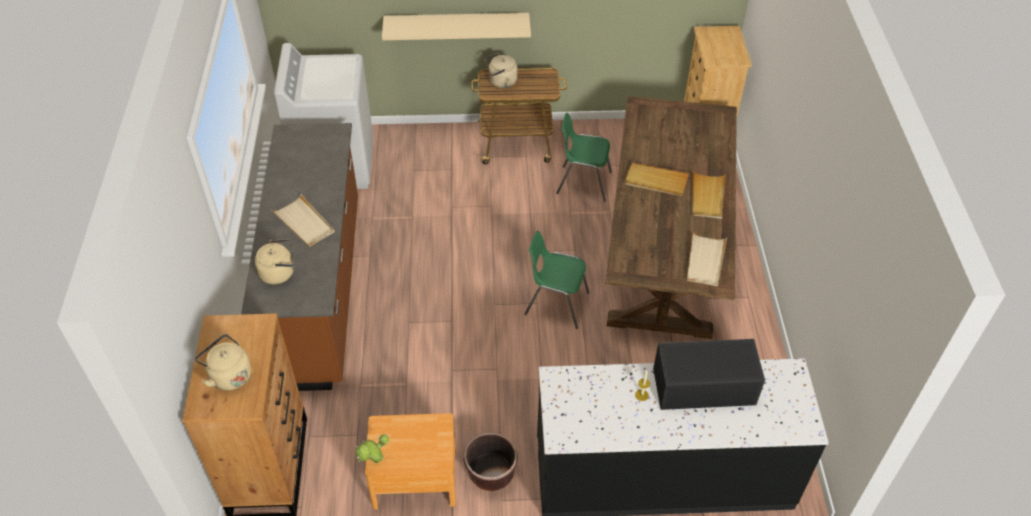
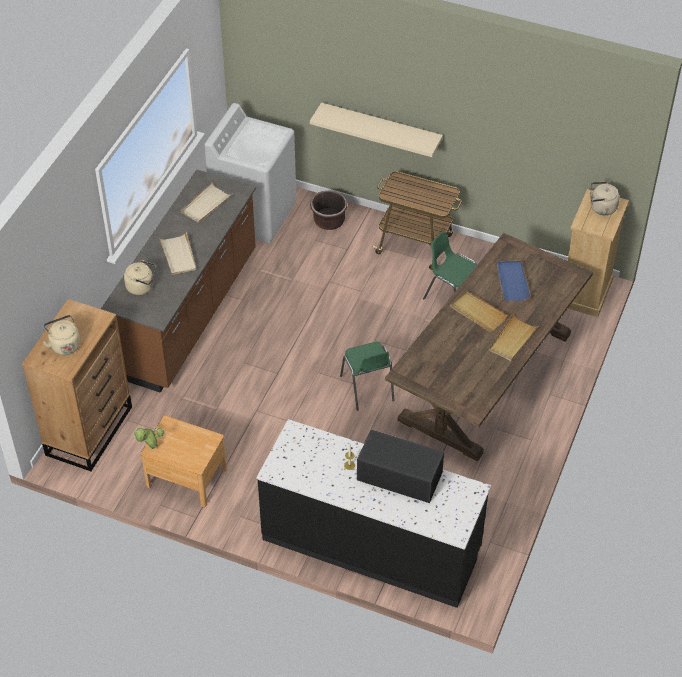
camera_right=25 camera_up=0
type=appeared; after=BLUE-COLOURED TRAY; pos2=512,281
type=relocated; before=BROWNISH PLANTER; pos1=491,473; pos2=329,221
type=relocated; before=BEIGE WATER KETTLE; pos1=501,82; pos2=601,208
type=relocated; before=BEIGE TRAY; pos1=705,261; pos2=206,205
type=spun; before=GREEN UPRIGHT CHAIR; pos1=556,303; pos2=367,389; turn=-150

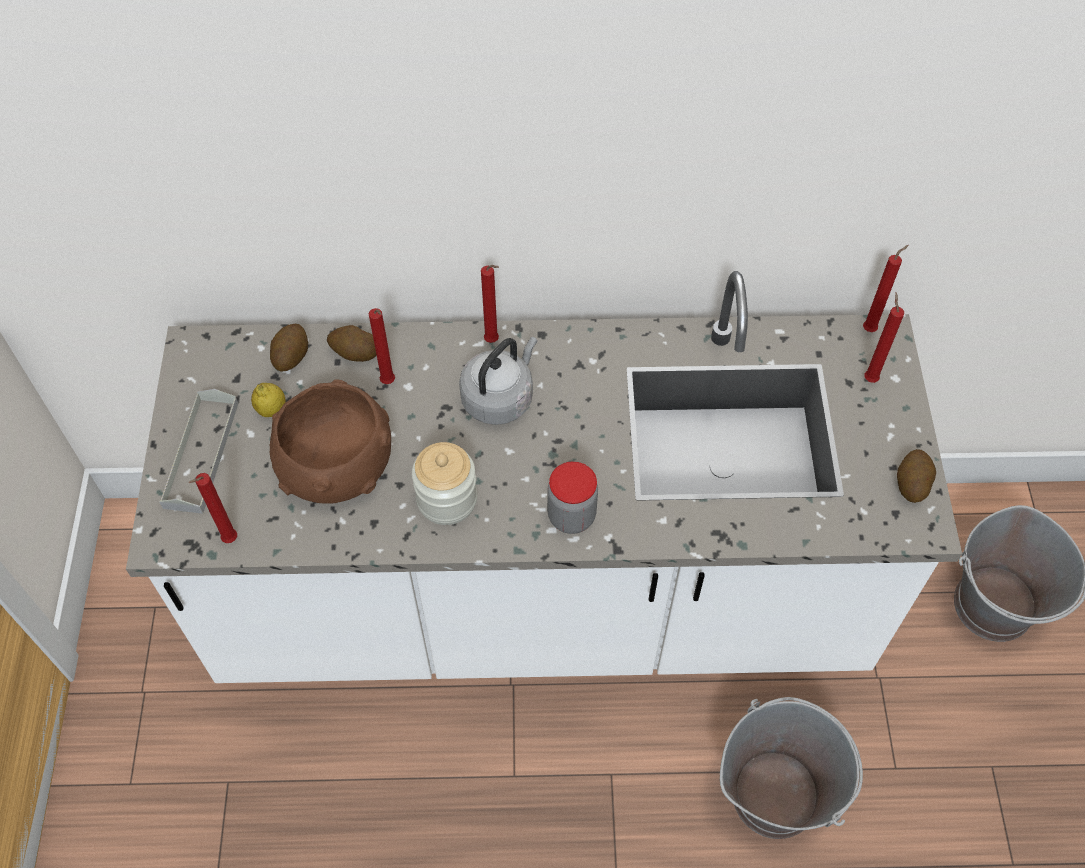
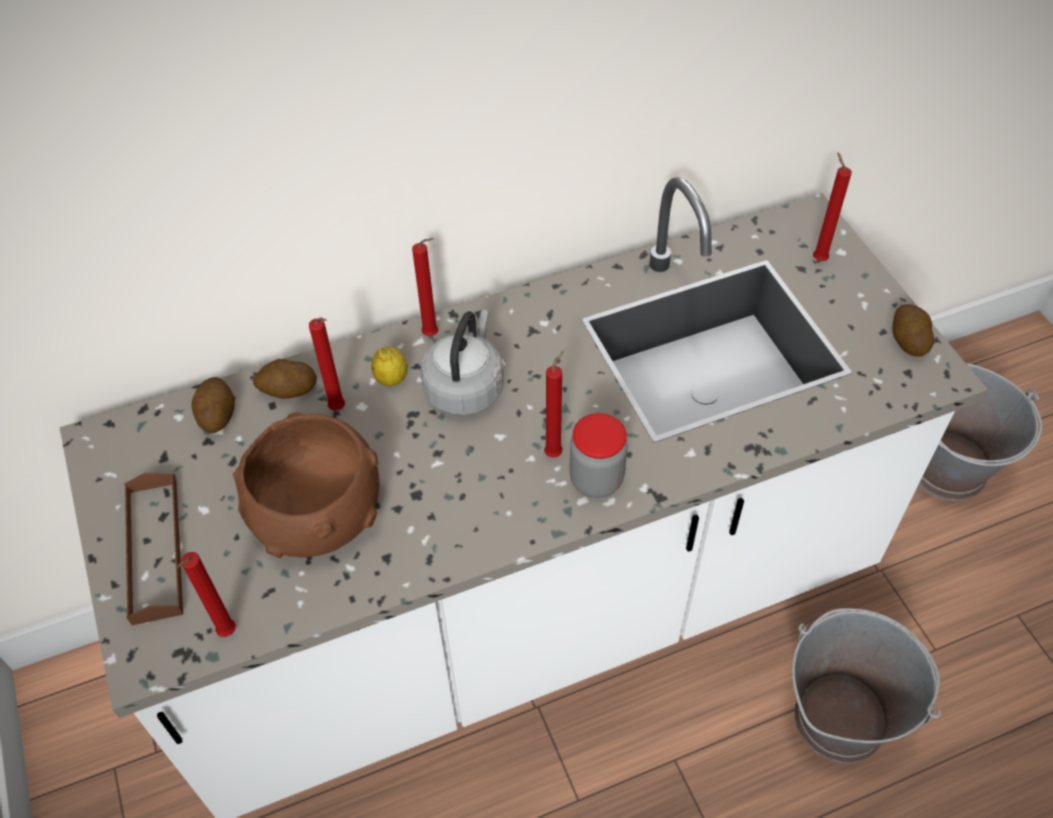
camera_right=-20 camera_up=-5
type=missing; before=PRESERVE JAR; pos1=447,499
type=relocated; before=LEMON; pos1=272,410; pos2=391,379
type=relocated; before=REDDISH WAX CANDLE; pos1=871,329; pos2=555,452
type=colour; before=GREYISH TRAY; after=BROWNISH TRAY; pos1=201,454; pos2=155,550

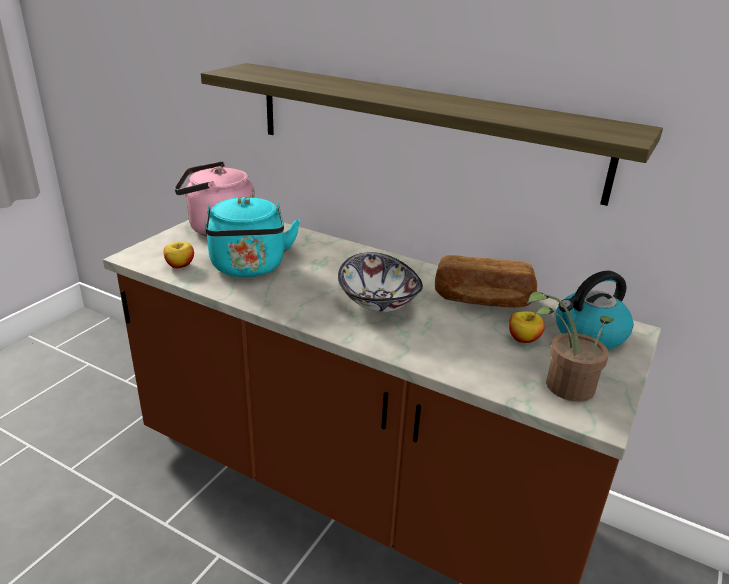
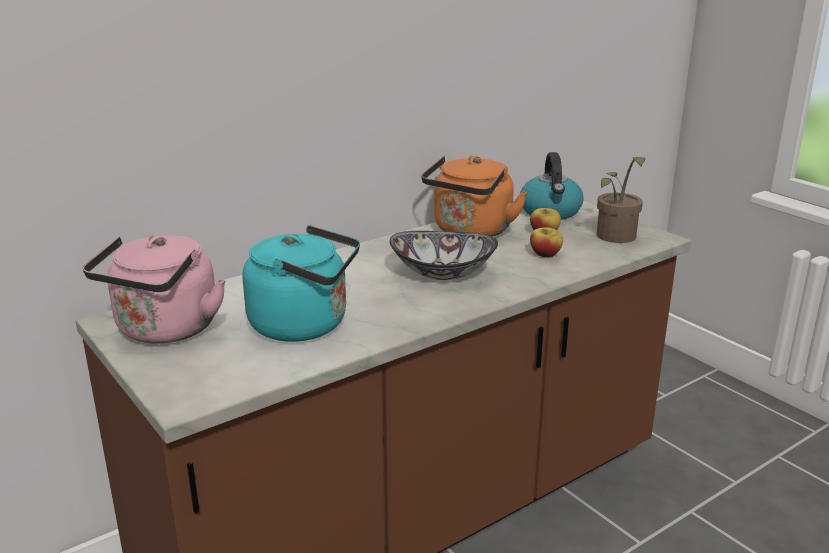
camera_right=-65 camera_up=-5
type=missing; before=BRACKET SHELF; pos1=420,128
type=relocated; before=APPLE; pos1=180,265; pos2=545,254
type=exchanged; before=BREAD; after=ORANGE-COLOURED WATER KETTLE; pos1=482,299; pos2=471,232

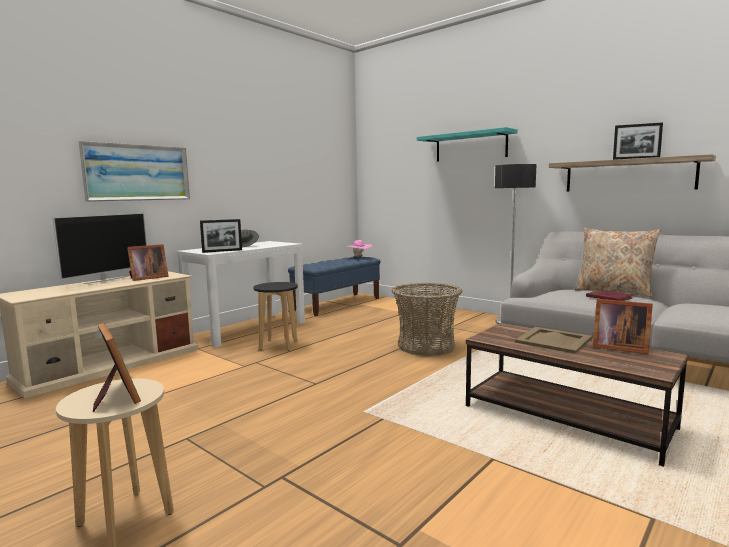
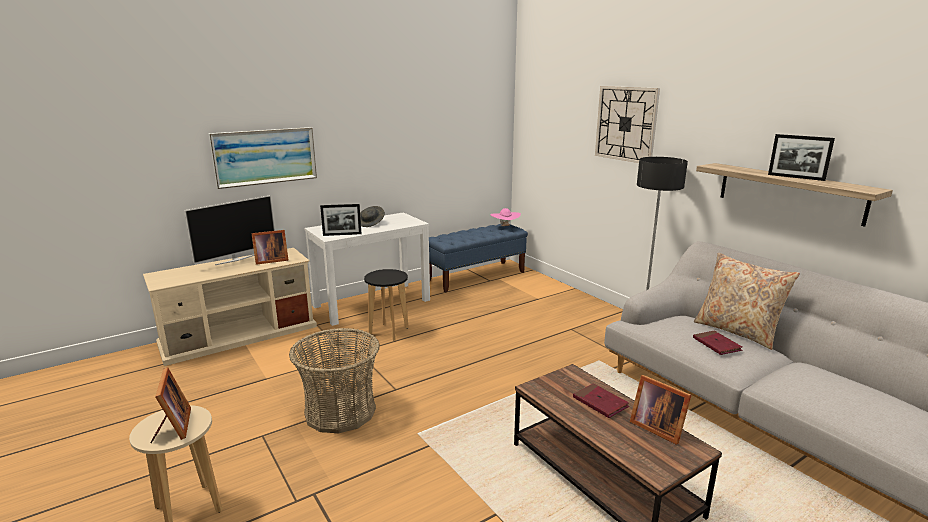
camera_right=15 camera_up=10
type=relocated; before=STORAGE BASKET; pos1=426,346; pos2=340,411
type=exchanged; before=BLUE-GREEN BRACKET SHELF; after=HANGING CLOCK; pos1=470,146; pos2=626,124
type=exchanged; before=BEIGE TRAY; after=REDDISH BOOK; pos1=553,340; pos2=600,403

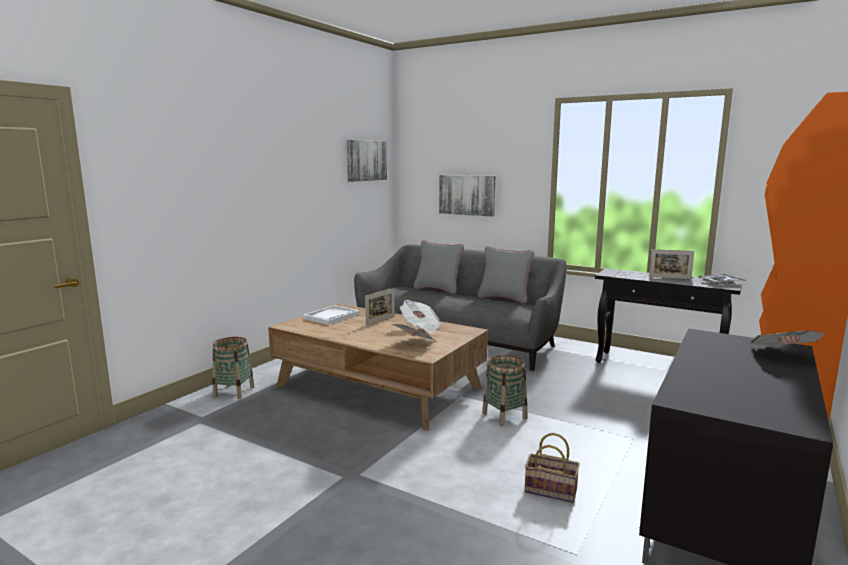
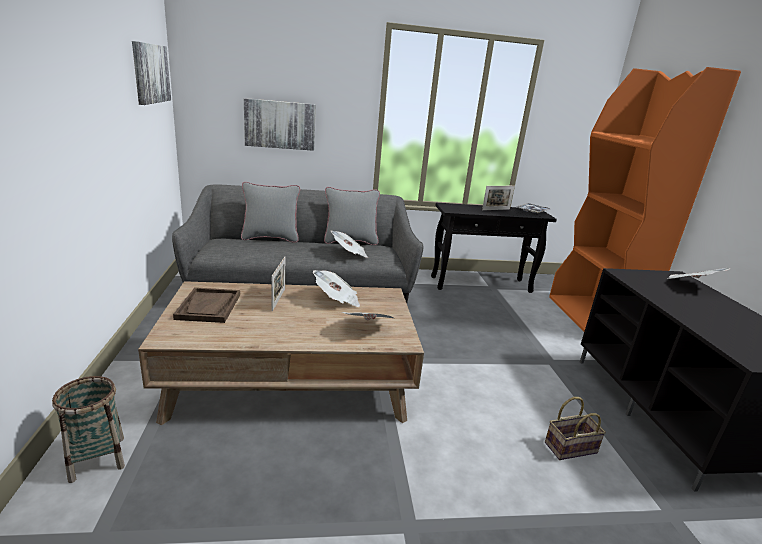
camera_right=-40 camera_up=10
type=missing; before=STORAGE BASKET; pos1=504,416
type=appeared; after=DAILY PAPER; pos2=349,254
type=colour; before=WHITISH TRAY; after=BROWNISH TRAY; pos1=332,316; pos2=209,307

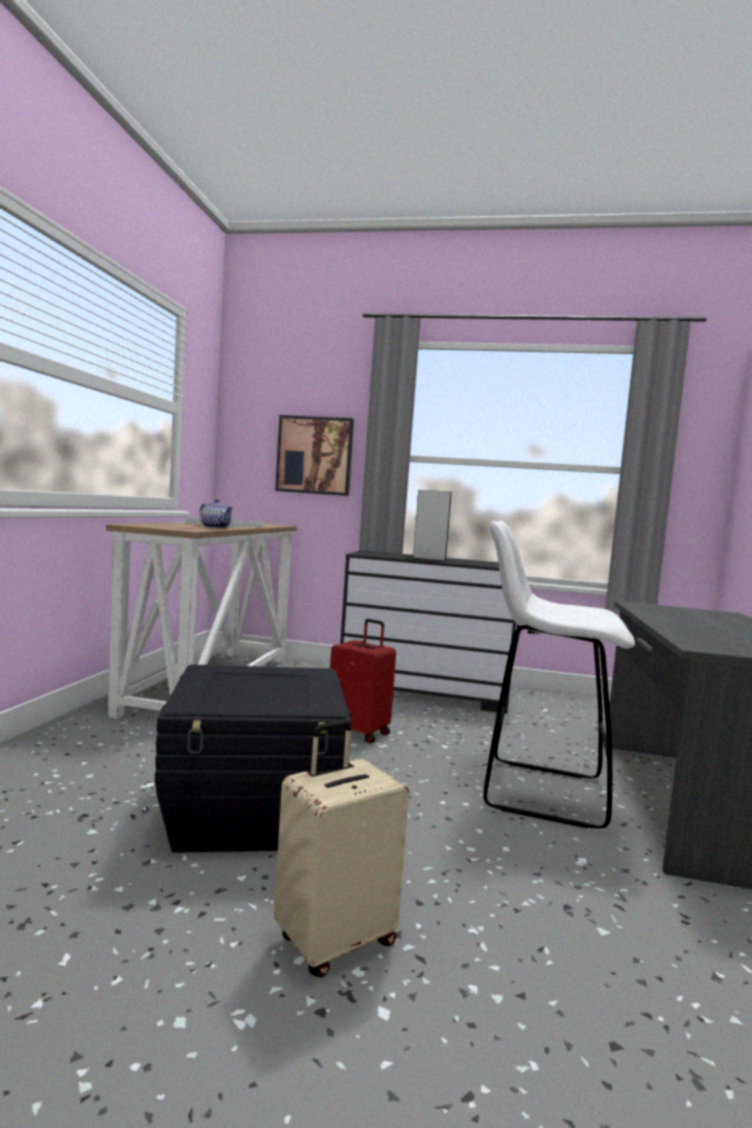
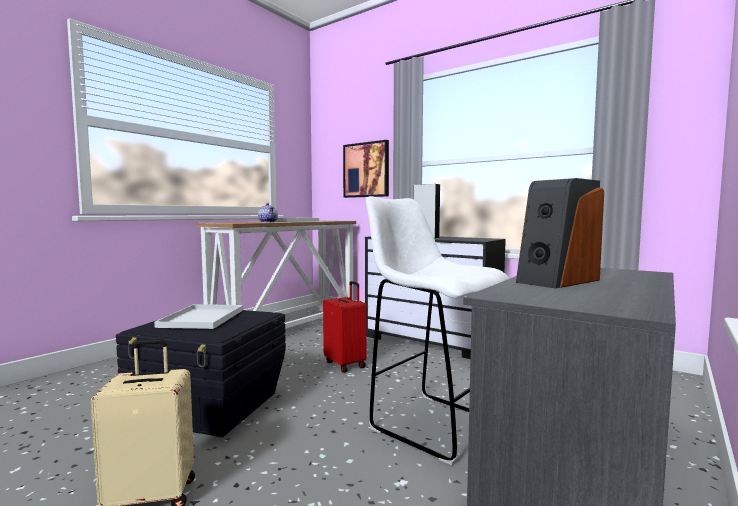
camera_right=25 camera_up=0
type=appeared; after=WHITISH TRAY; pos2=202,317
type=appeared; after=LOUDSPEAKER; pos2=556,281

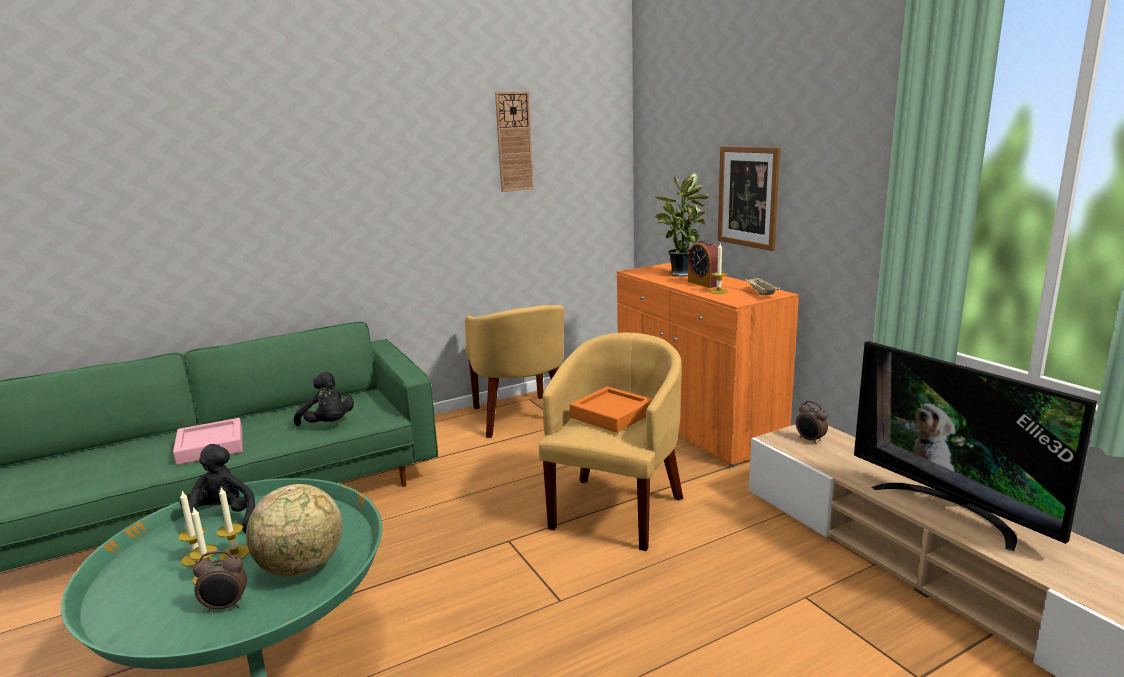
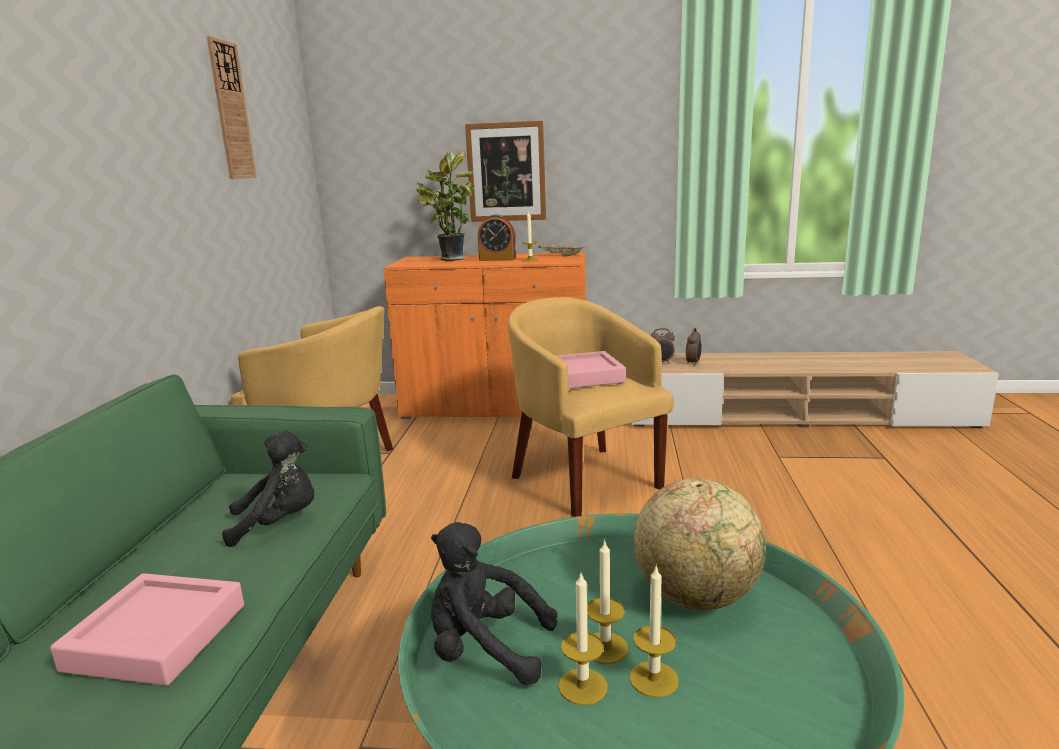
camera_right=-55 camera_up=0
type=missing; before=TV; pos1=951,509
type=relocated; before=ALARM CLOCK; pos1=225,607; pos2=693,363
type=colour; before=ORANGE-COLOURED TRAY; after=PINK TRAY; pos1=611,415; pos2=585,376

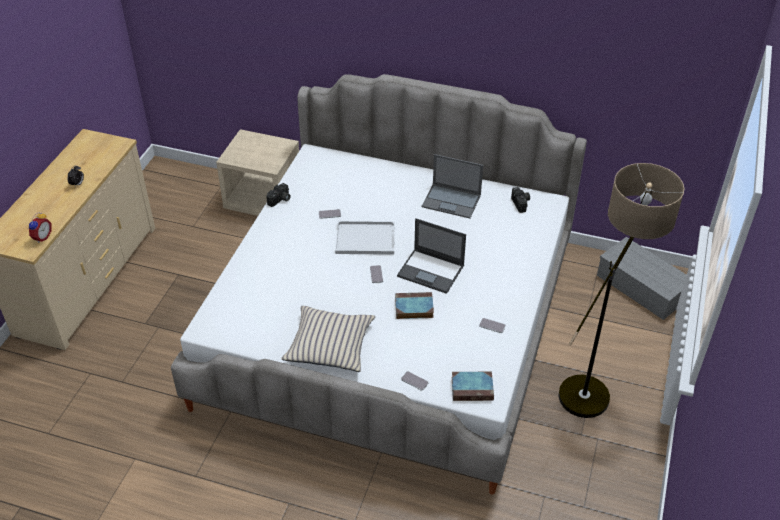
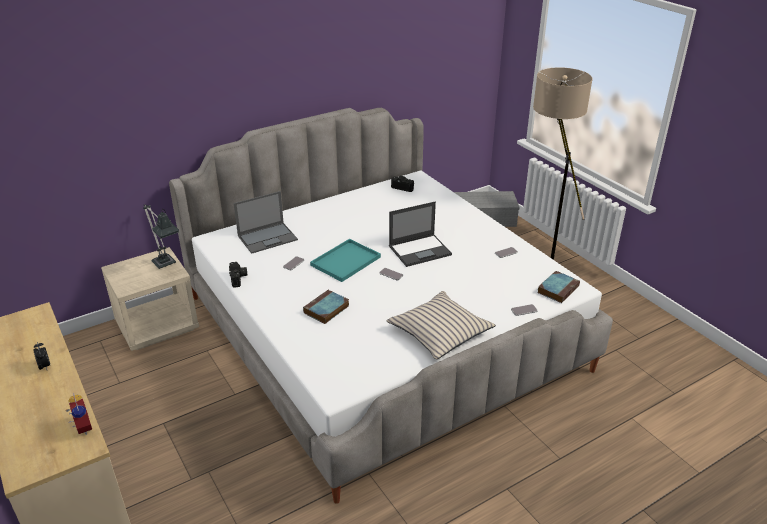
camera_right=-50 camera_up=-10
type=appeared; after=LAMP FOR A TABLE; pos2=166,265
type=relocated; before=BOOK; pos1=413,308; pos2=326,310
type=relocated; before=LAPTOP; pos1=452,201; pos2=268,237
type=colour; before=WHITISH TRAY; after=BLUE-GREEN TRAY; pos1=364,239; pos2=345,262

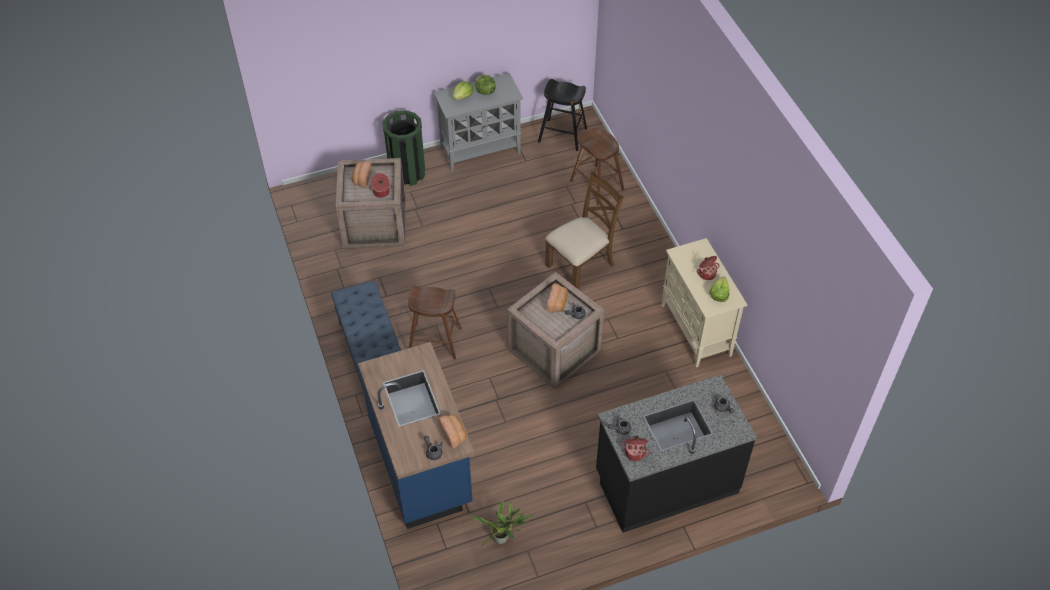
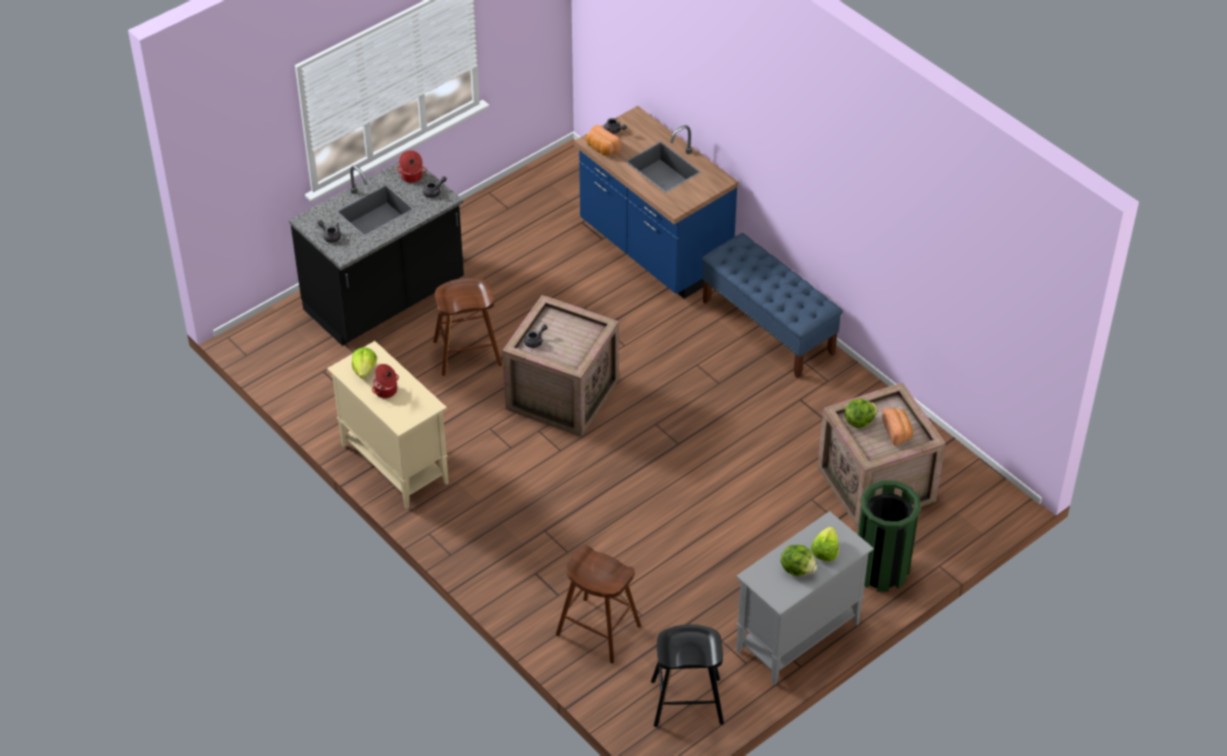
camera_right=160 camera_up=-5
type=missing; before=PLANT IN A POT; pos1=503,539
type=missing; before=BROWNISH UPRIGHT CHAIR; pos1=581,265
type=missing; before=BREAD; pos1=557,303
type=relocated; before=BROWNISH SITTING STOOL; pos1=435,341; pos2=467,353
type=exchanged; before=SAUCEPOT; after=LETTUCE; pos1=381,192; pos2=859,421

